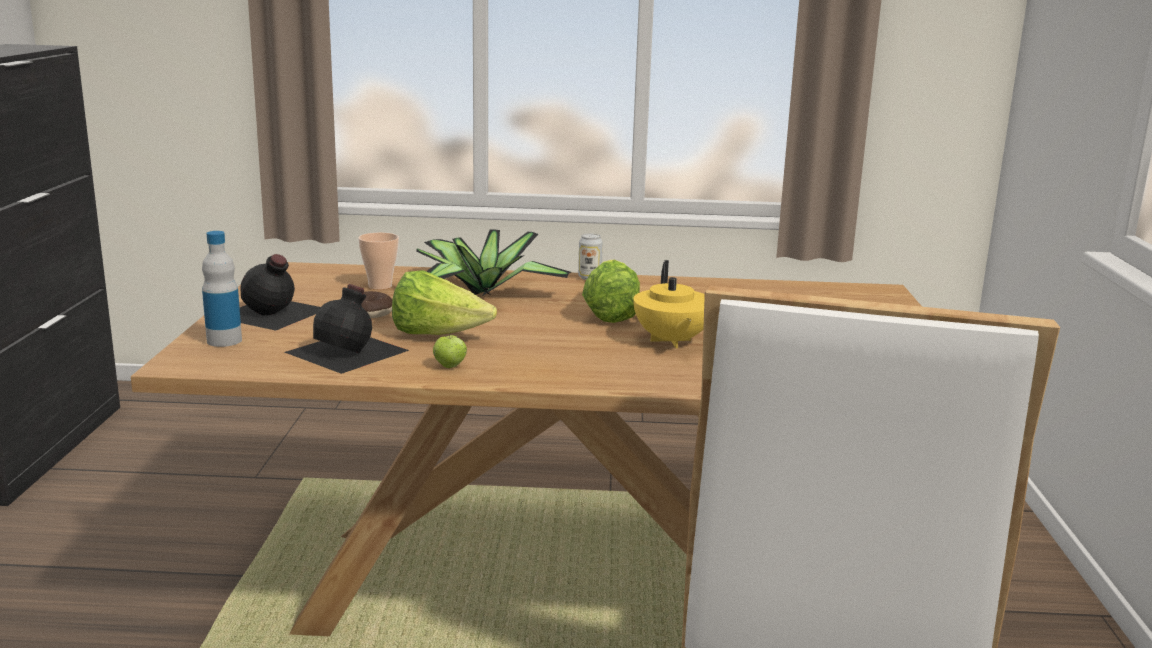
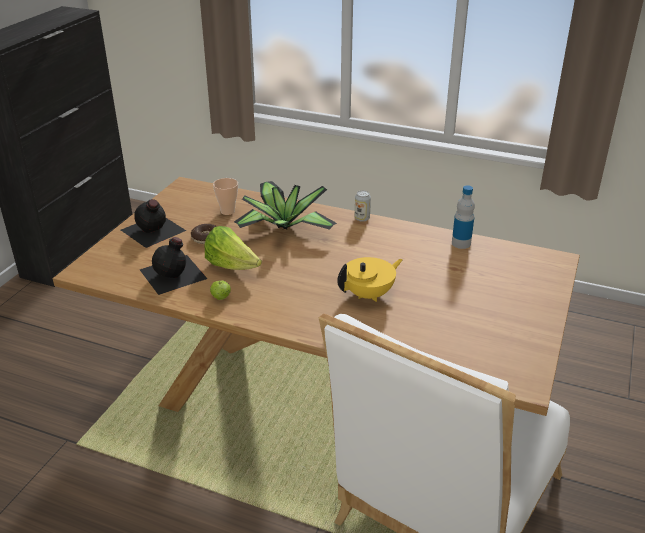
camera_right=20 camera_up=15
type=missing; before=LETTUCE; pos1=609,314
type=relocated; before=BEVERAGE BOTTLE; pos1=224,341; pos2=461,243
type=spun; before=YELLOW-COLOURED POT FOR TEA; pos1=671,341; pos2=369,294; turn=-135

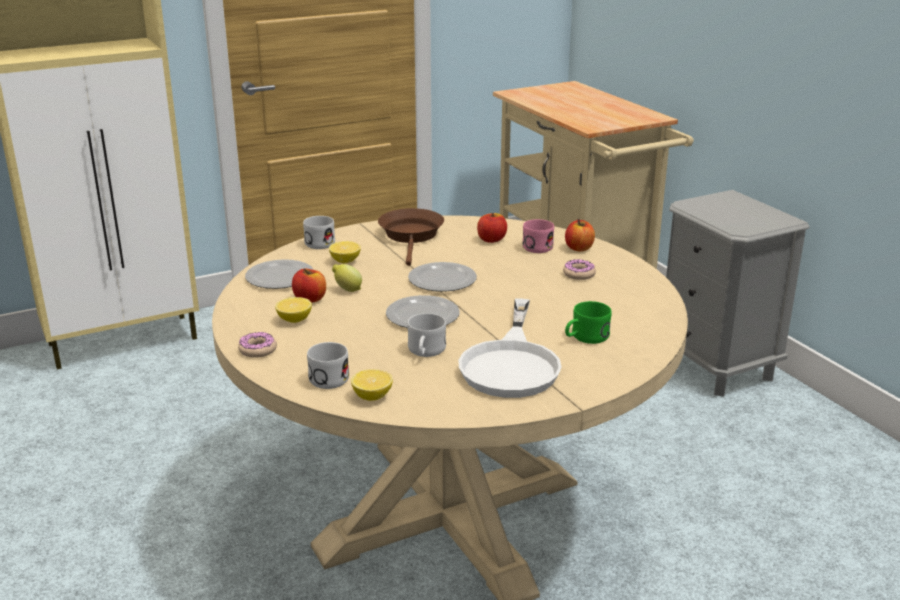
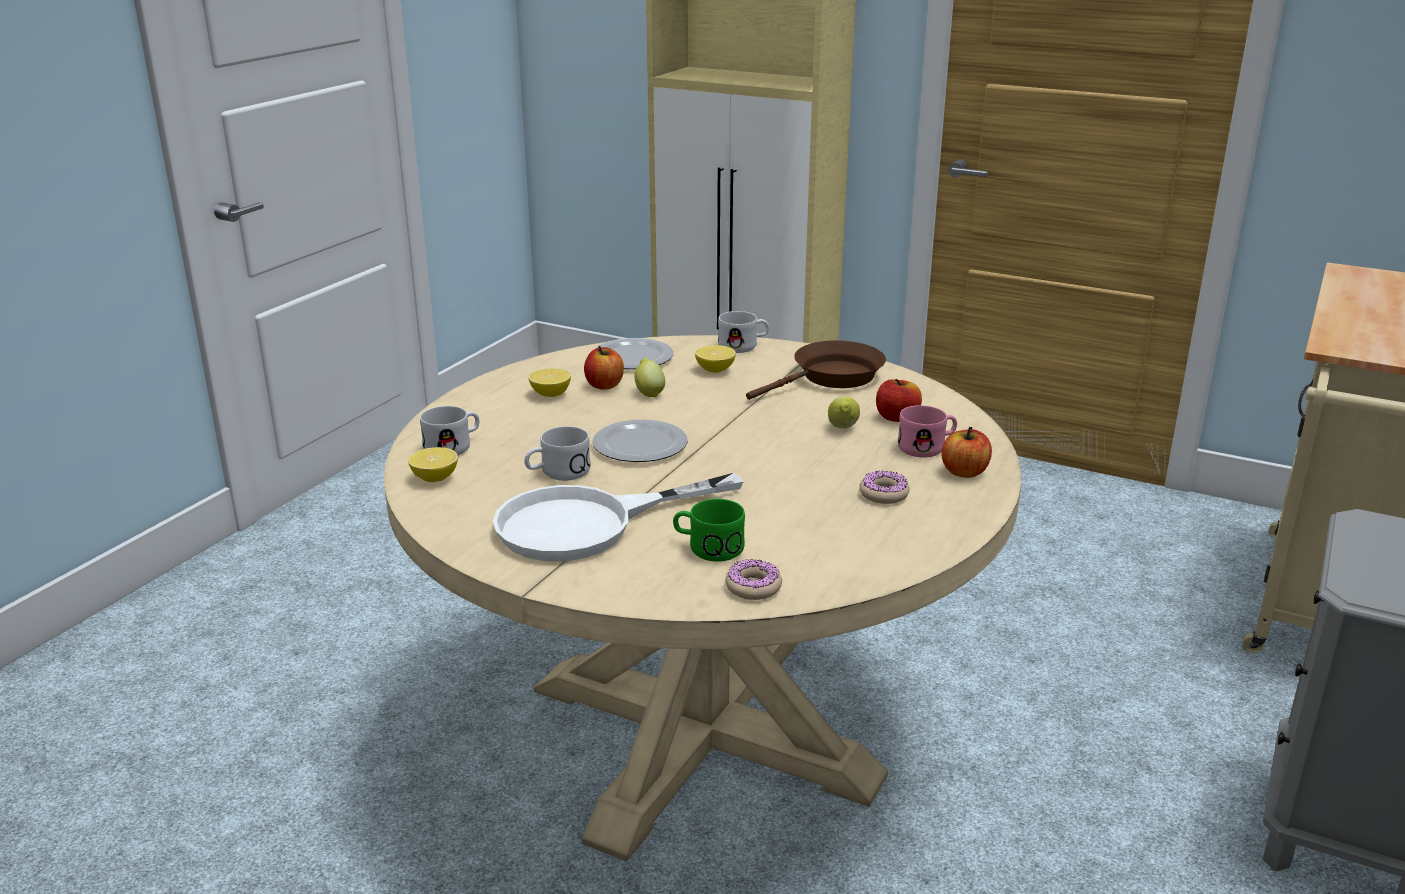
camera_right=55 camera_up=0
type=missing; before=FLAT DISH; pos1=441,280
type=appeared; after=LEMON; pos2=843,429
type=relocated; before=RING DOUGHNUT; pos1=258,350; pos2=753,587

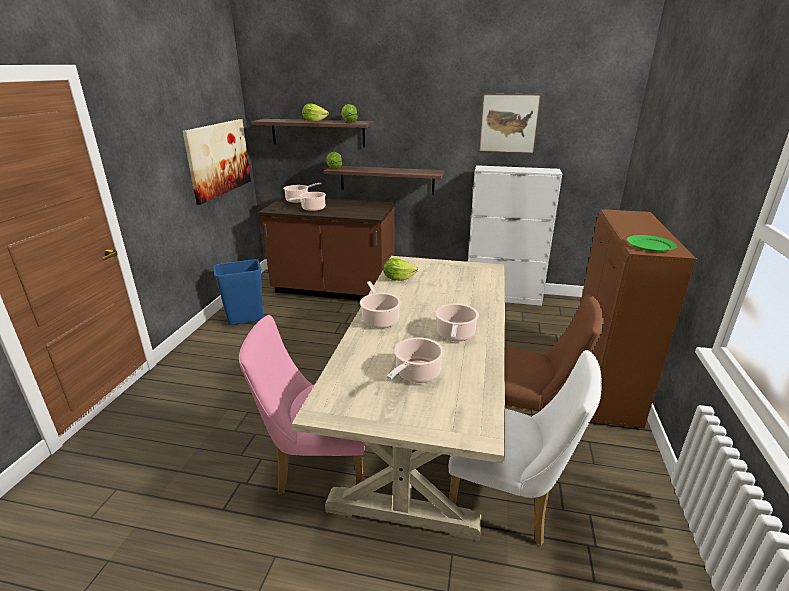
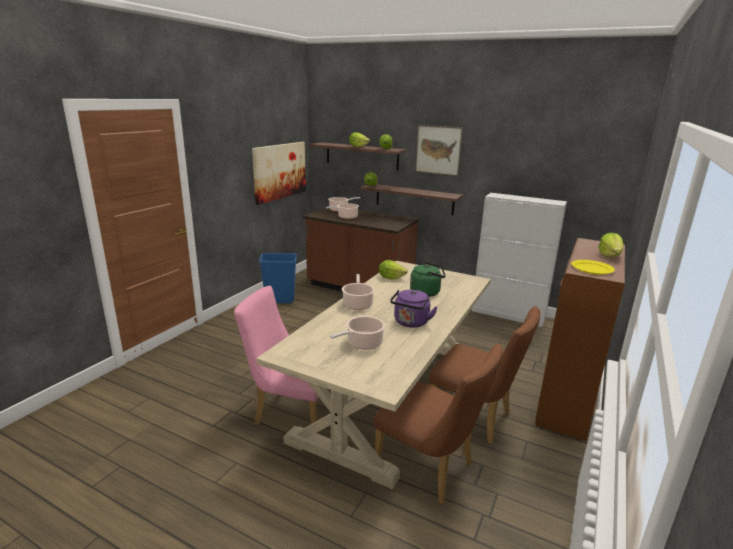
camera_right=15 camera_up=-5
type=appeared; after=GREEN WATER KETTLE; pos2=427,292
type=appeared; after=LETTUCE; pos2=609,256
type=relocated; before=WALL ART; pos1=508,123; pos2=438,150
type=exchanged; before=SAUCEPOT; after=PURPLISH WATER KETTLE; pos1=455,335; pos2=410,323
type=colour; before=WHITISH UPRIGHT CHAIR; after=BROWNISH UPRIGHT CHAIR; pos1=509,503; pos2=430,469
type=colour; before=GREEN FLAT DISH; after=YELLOW-COLOURED FLAT DISH; pos1=650,245; pos2=591,269

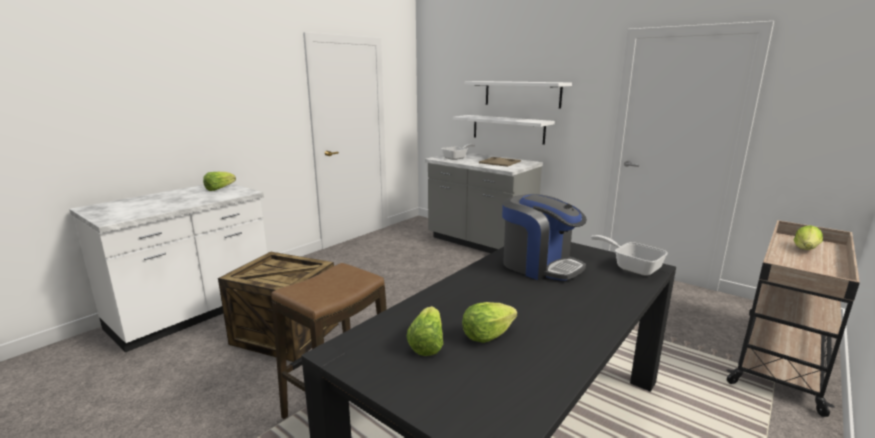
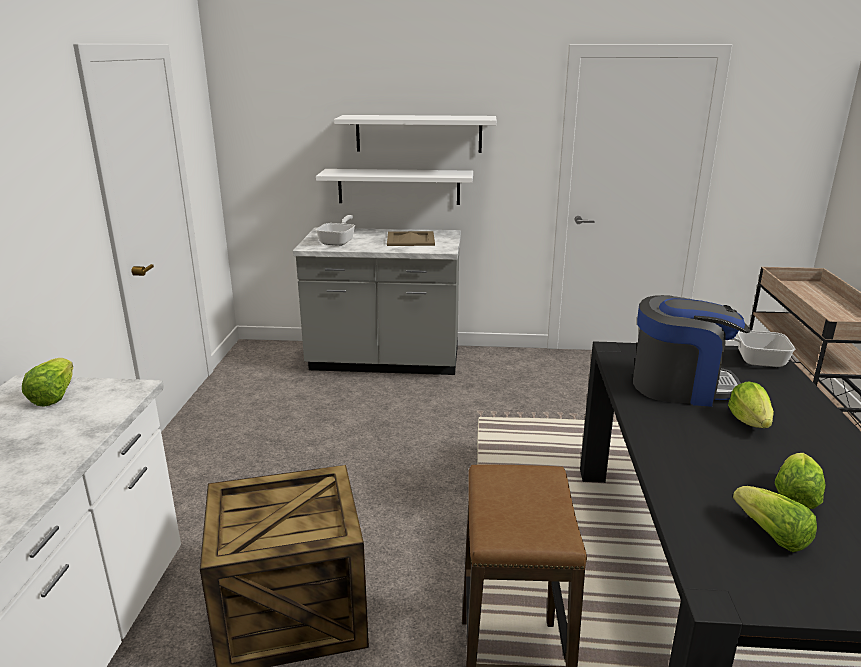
camera_right=-35 camera_up=5
type=relocated; before=LETTUCE; pos1=806,249; pos2=749,422

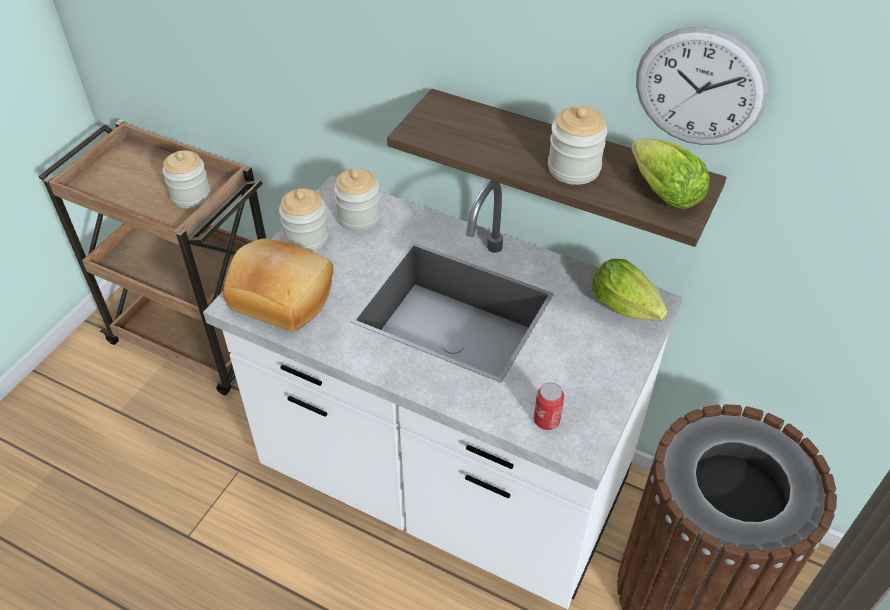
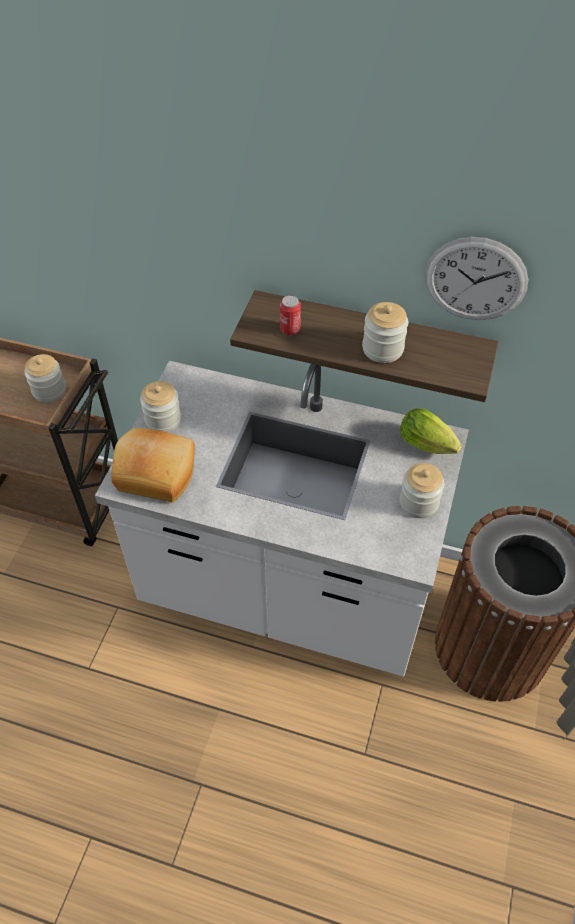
camera_right=-10 camera_up=5
type=missing; before=LETTUCE; pos1=660,191
type=relocated; before=PRESERVE JAR; pos1=359,217; pos2=418,502
type=relocated; before=CAN; pos1=546,420; pos2=290,329

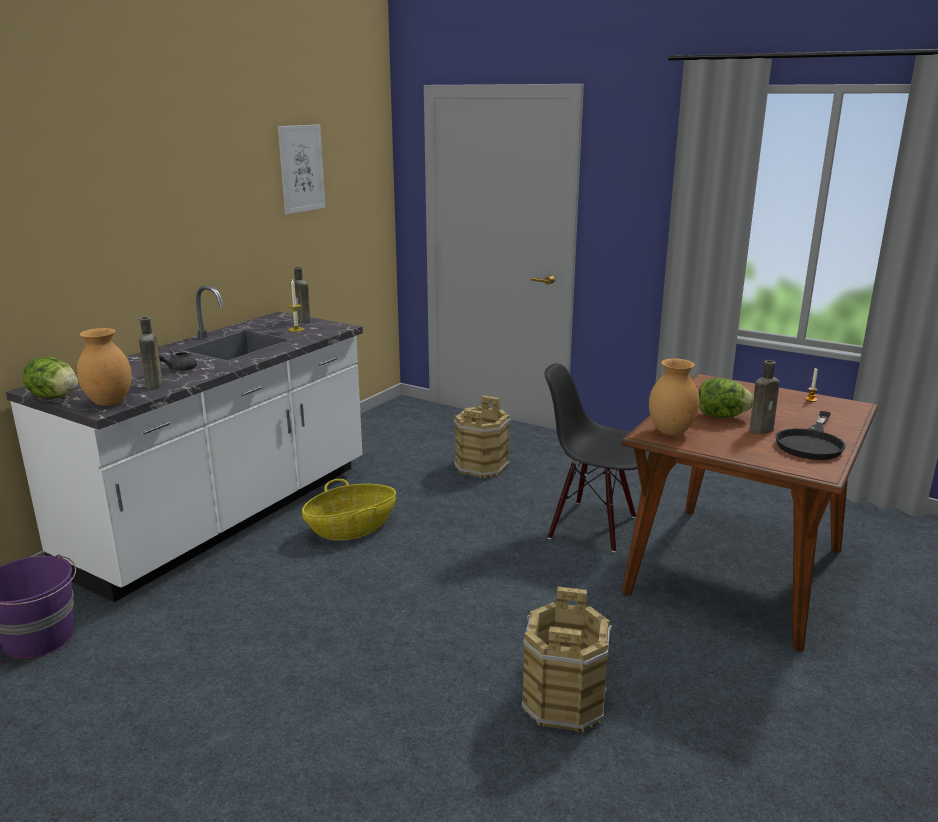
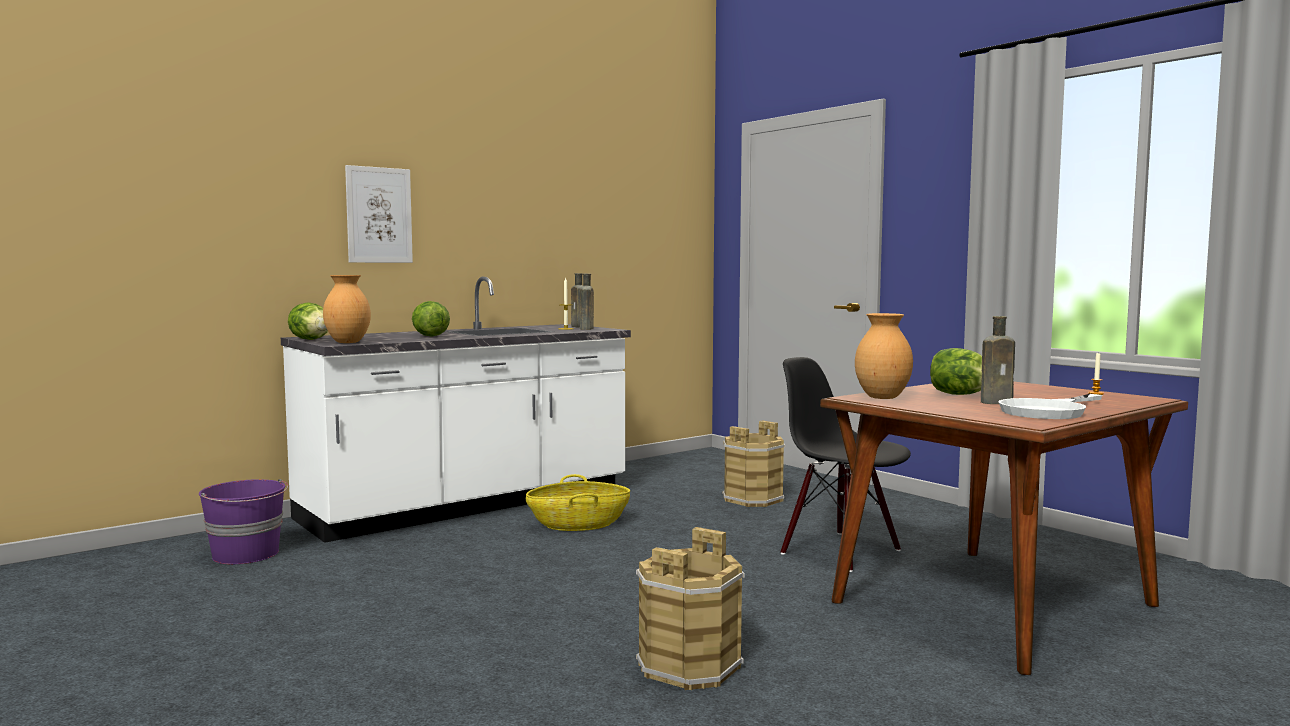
camera_right=20 camera_up=-15
type=relocated; before=BROWNISH BEVERAGE BOTTLE; pos1=154,385; pos2=586,329
type=relocated; before=WALL ART; pos1=301,168; pos2=379,215
type=exchanged; before=GREYISH POT FOR TEA; after=LETTUCE; pos1=178,369; pos2=430,336
type=colour; before=BLACKISH SKILLET; after=WHITISH SKILLET; pos1=811,443; pos2=1049,411

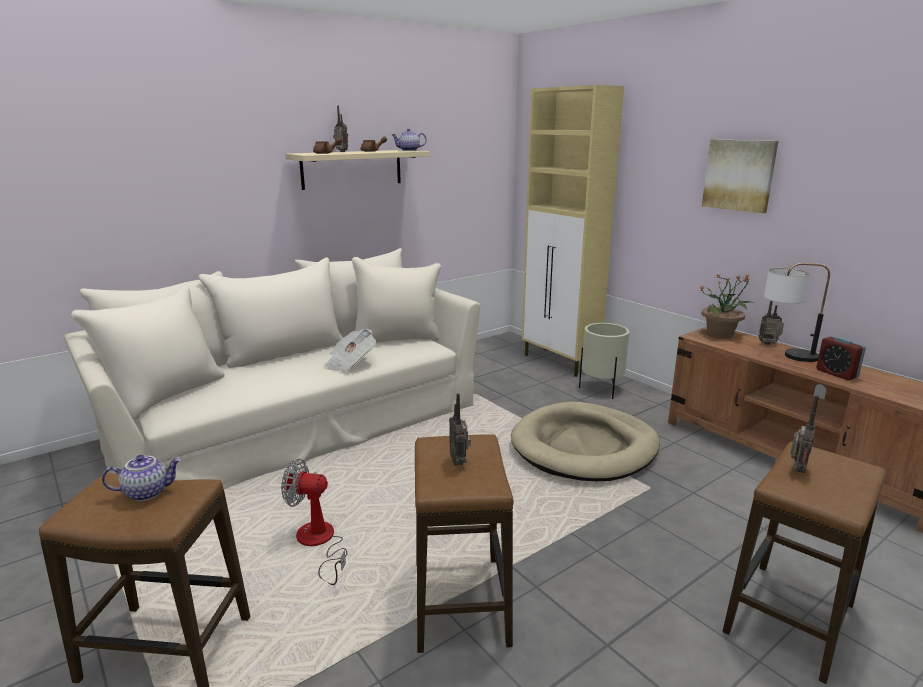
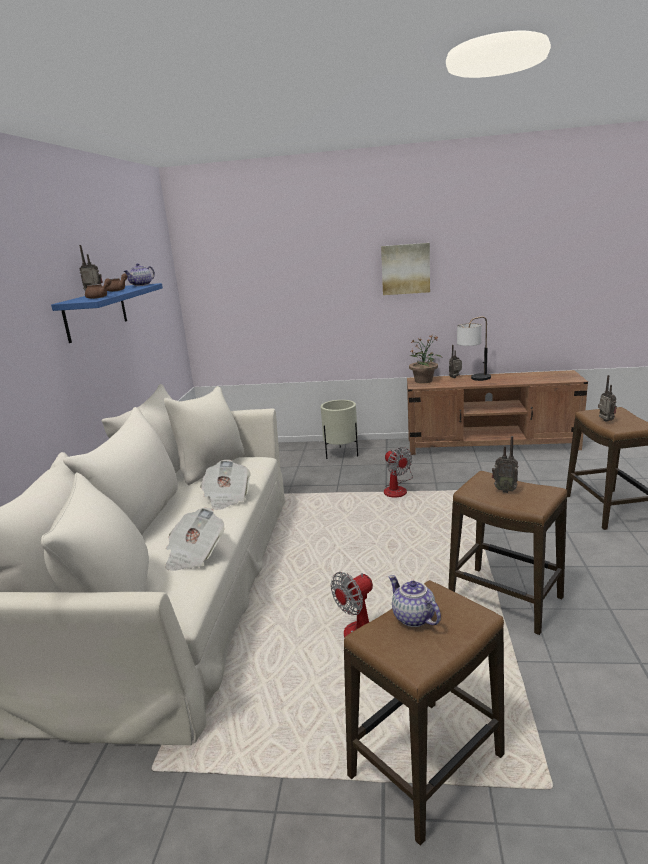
camera_right=-45 camera_up=0
type=missing; before=BEIGE CUPBOARD; pos1=560,362
type=missing; before=ALARM CLOCK; pos1=836,373
type=appeared; after=DAILY PAPER; pos2=194,554
type=exchanged; before=BEIGE DOG BED; after=COOLING FAN; pos1=584,447; pos2=397,489
type=colour; before=BEIGE BRACKET SHELF; after=BLUE-COLOURED BRACKET SHELF; pos1=352,169; pos2=96,312
type=spun; before=POT FOR TEA; pos1=147,492; pos2=412,618; turn=-60

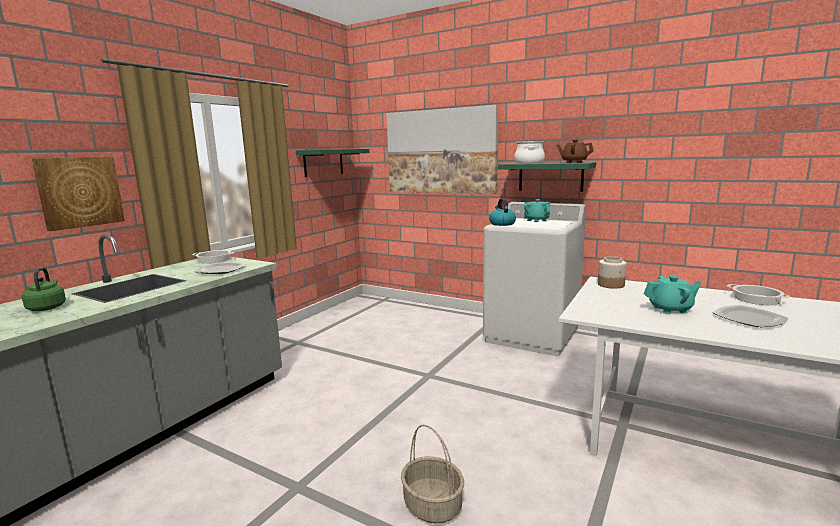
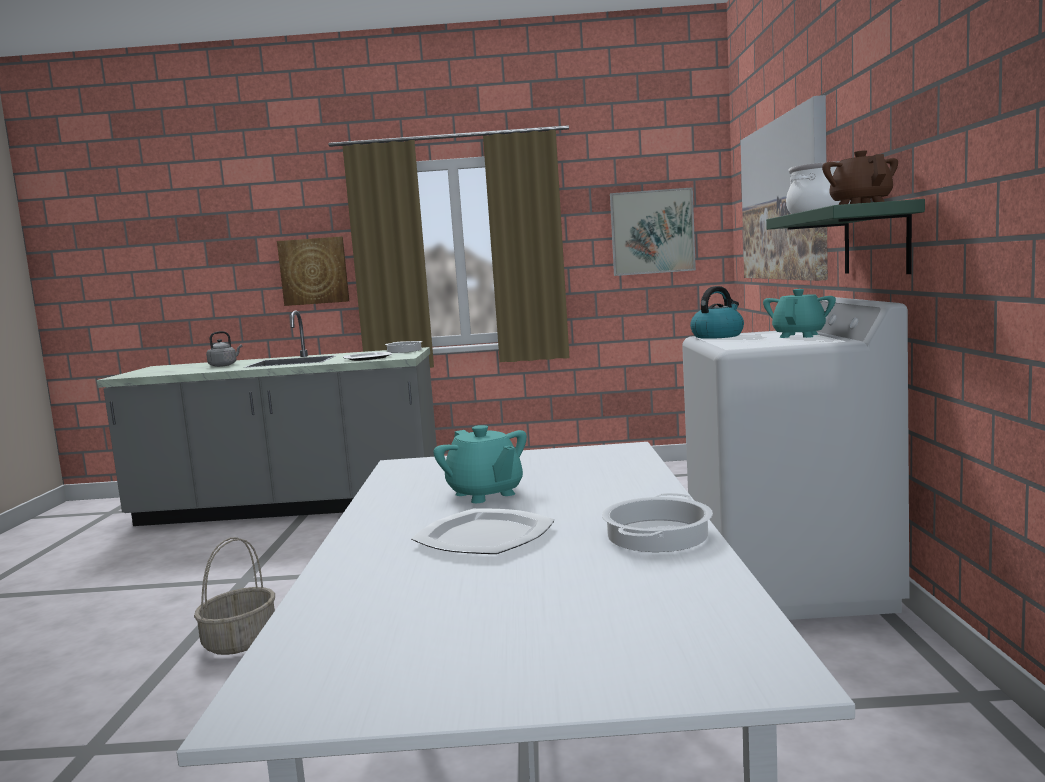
camera_right=60 camera_up=-5
type=missing; before=PRESERVE JAR; pos1=611,285
type=exchanged; before=GREEN BRACKET SHELF; after=WALL ART; pos1=323,162; pos2=652,232
type=colour; before=GREEN WATER KETTLE; after=GREYISH WATER KETTLE; pos1=47,307; pos2=224,365

